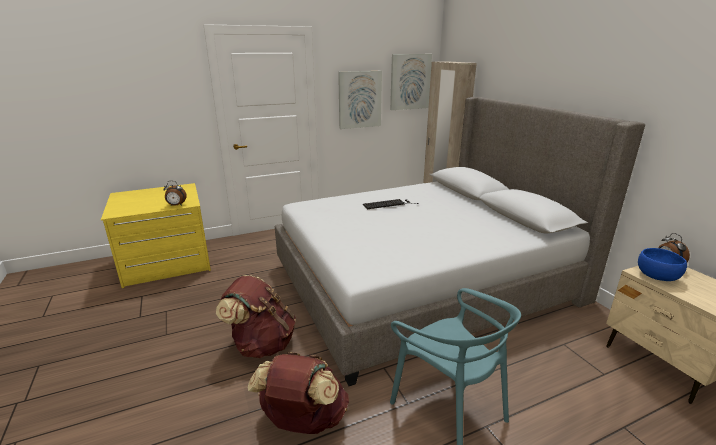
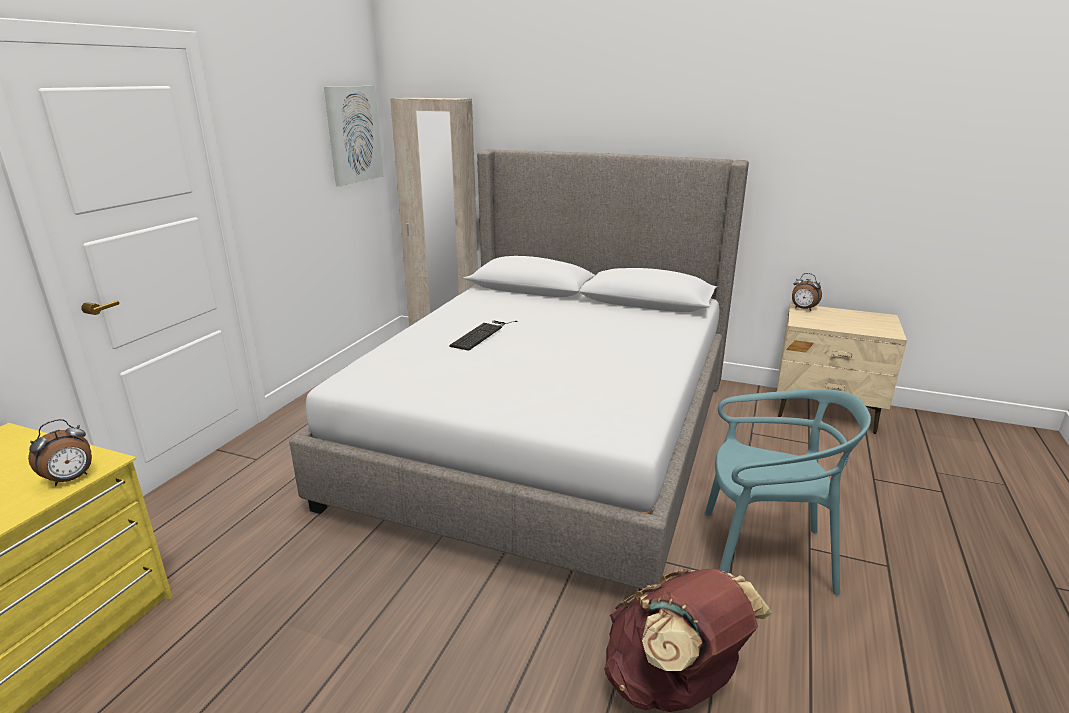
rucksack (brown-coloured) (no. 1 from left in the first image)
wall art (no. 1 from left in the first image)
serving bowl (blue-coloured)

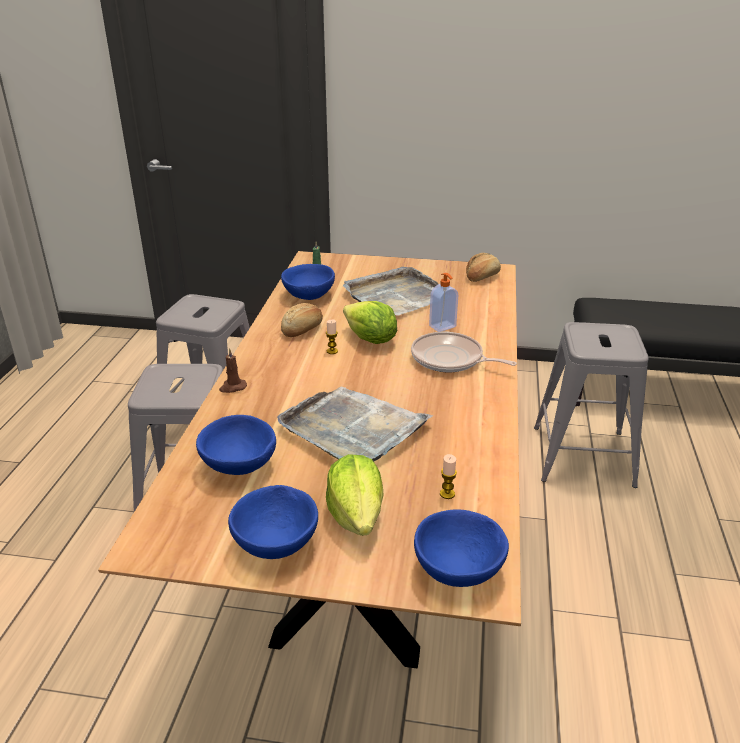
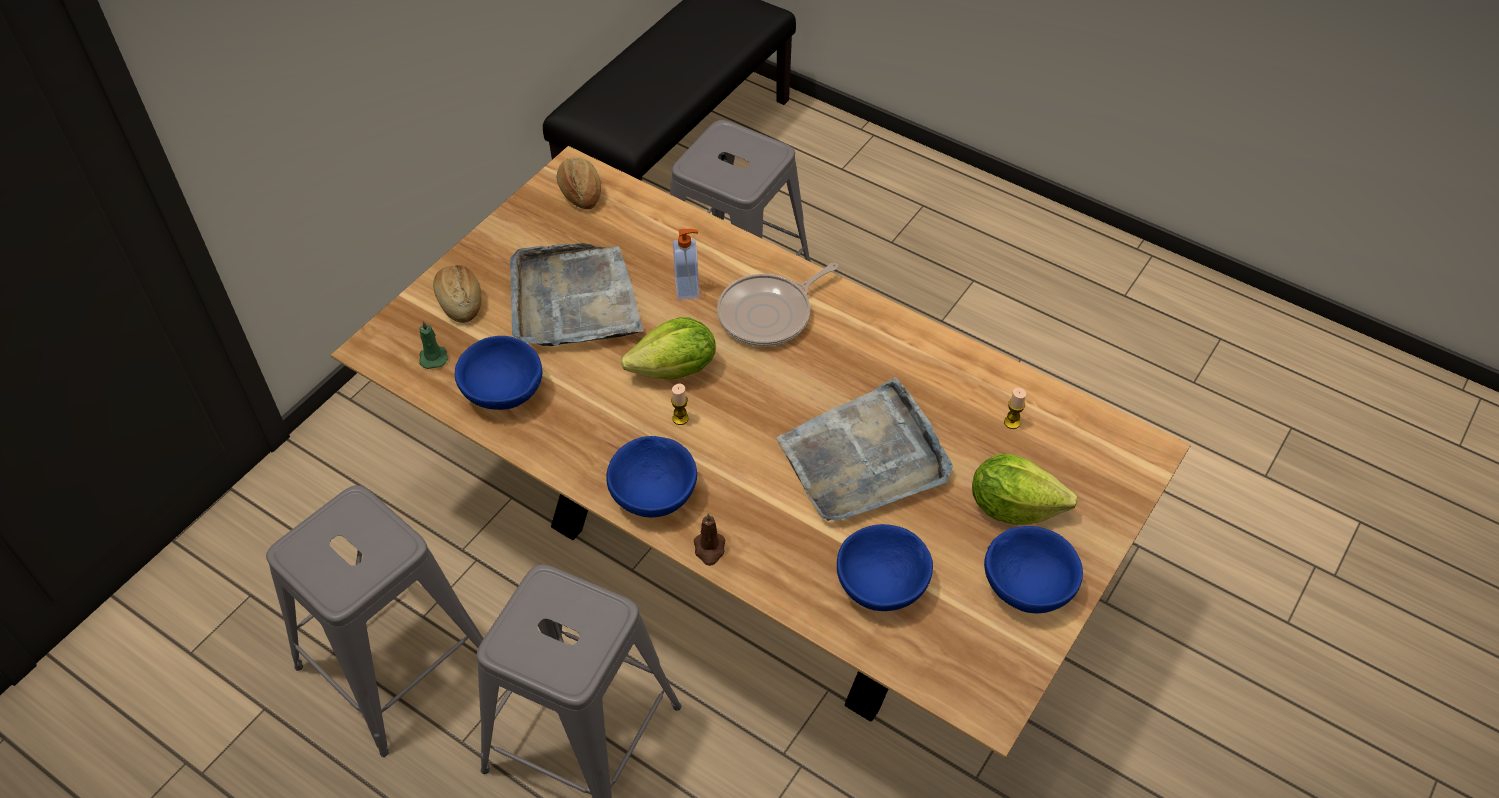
bakery bread (no. 1 from left)
serving bowl (blue-coloured) (no. 2 from left)

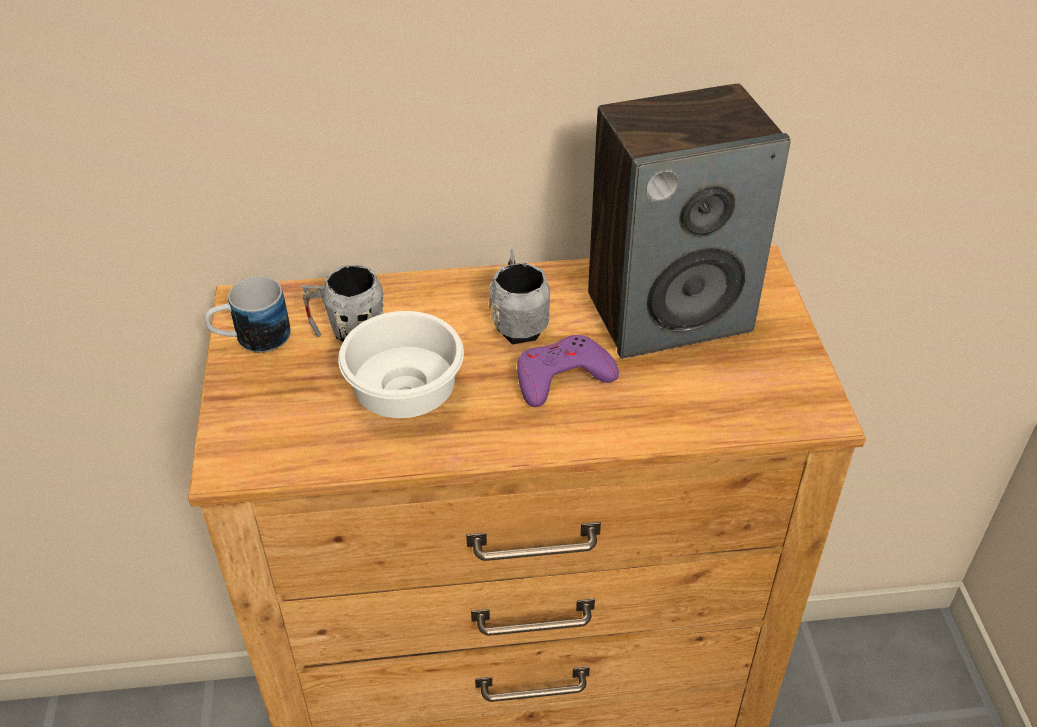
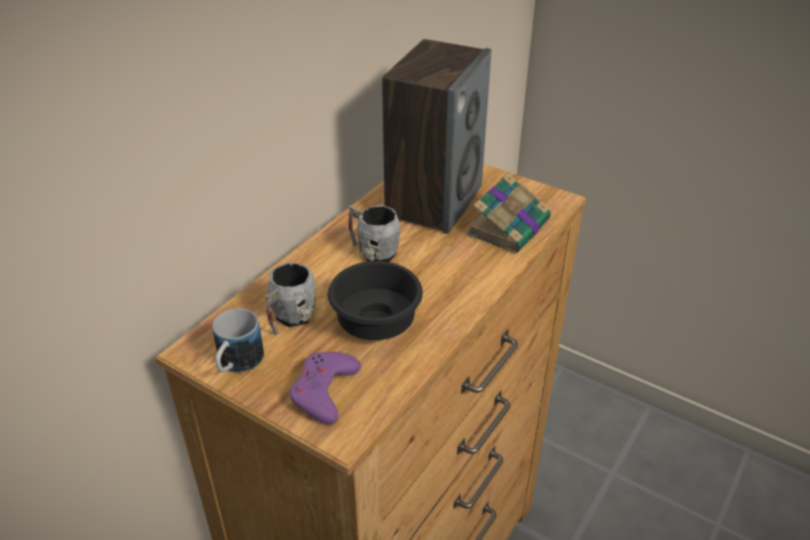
serving bowl (black)
joypad (purple-coloured)
volume

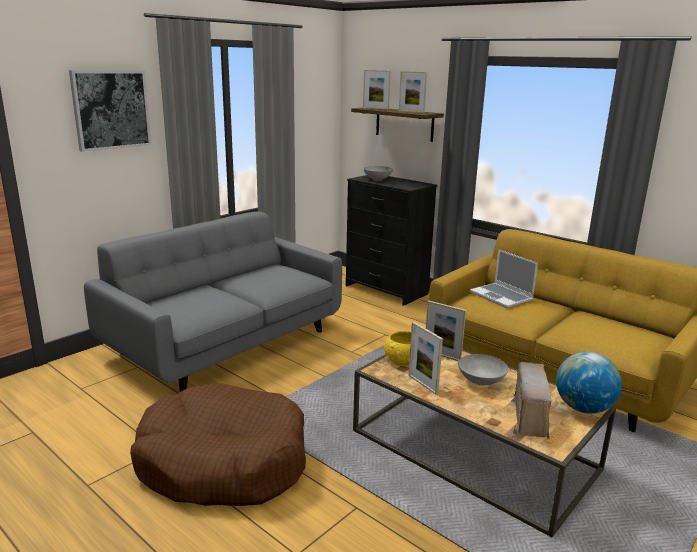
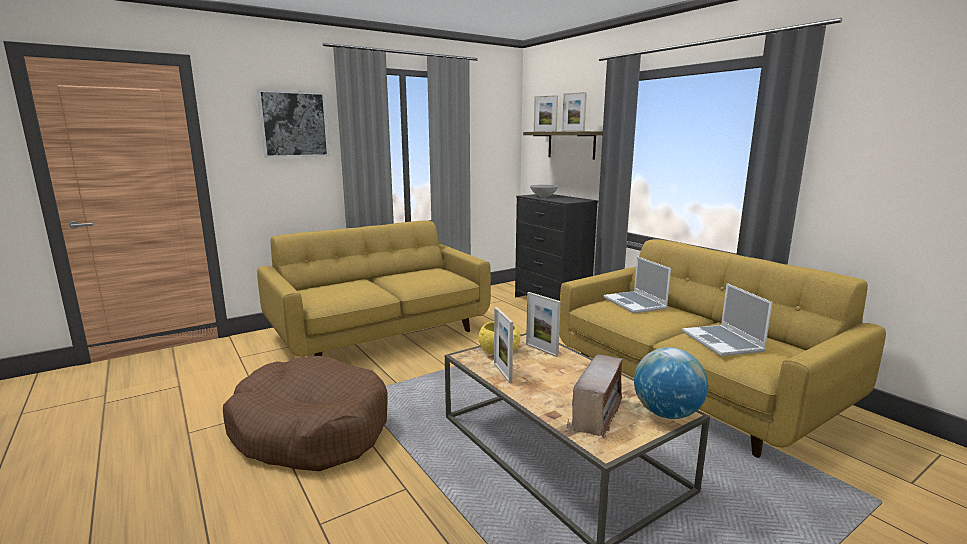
couch (yellow) (no. 1 from left)
serving bowl (greyish) (no. 2 from left in the first image)
laptop (no. 2 from left)

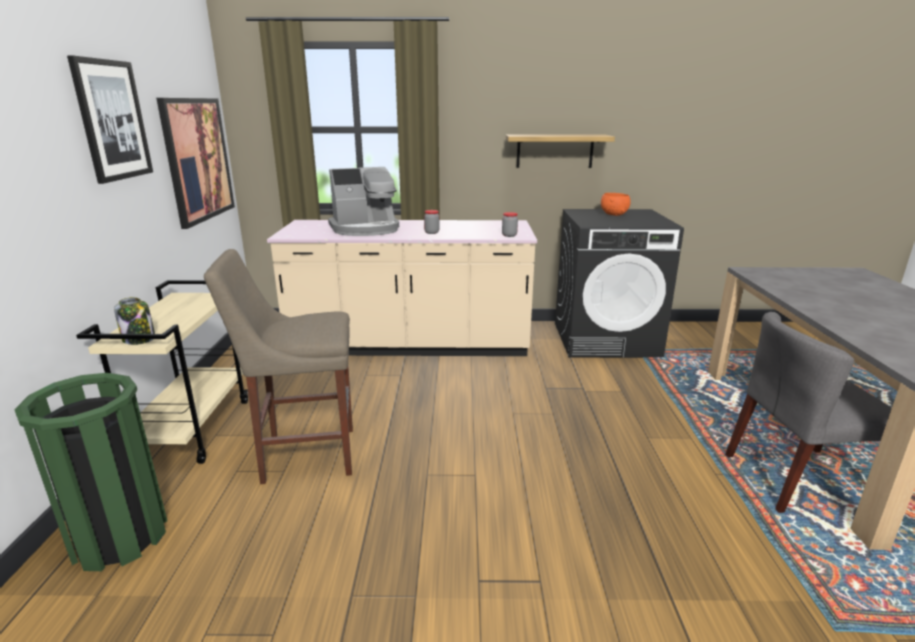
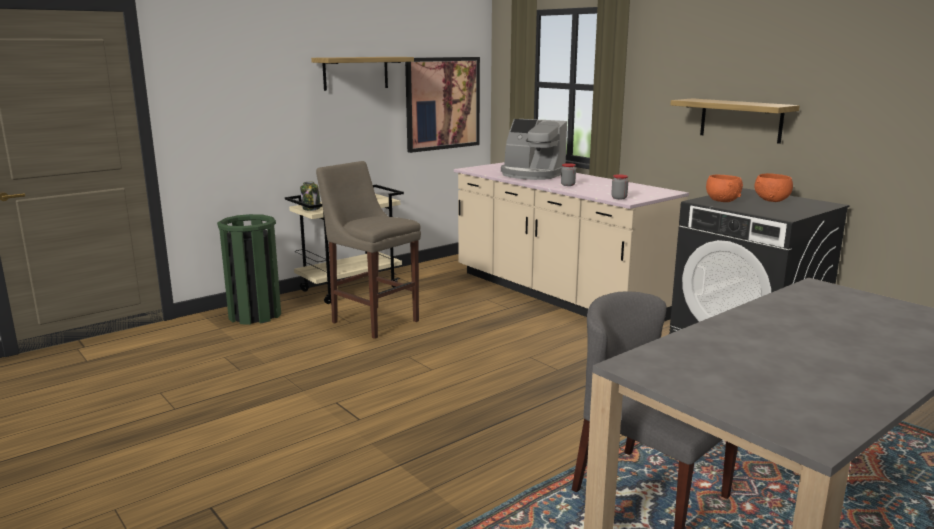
bracket shelf (no. 1 from left)
serving bowl (orangey) (no. 1 from left)

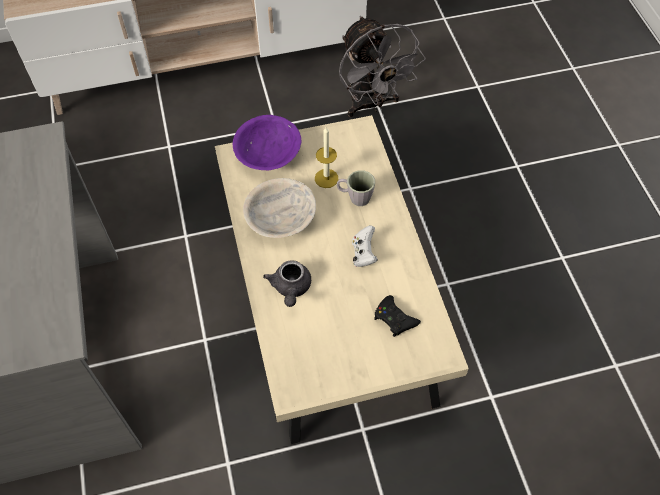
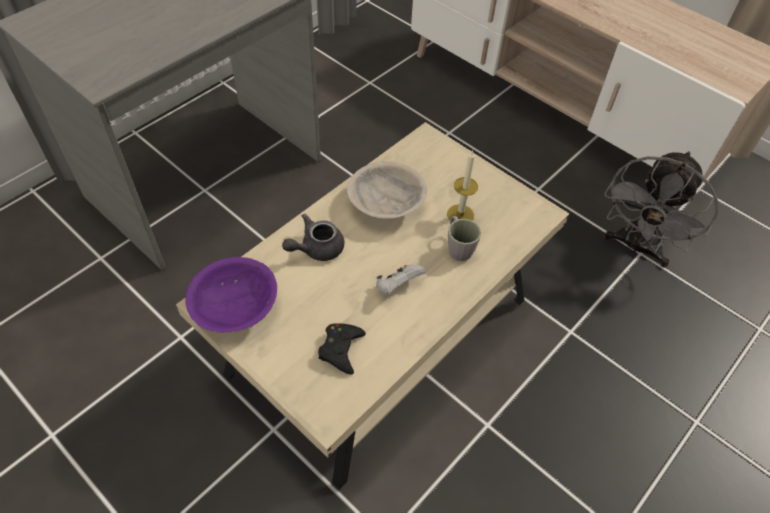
serving bowl (purple-coloured)

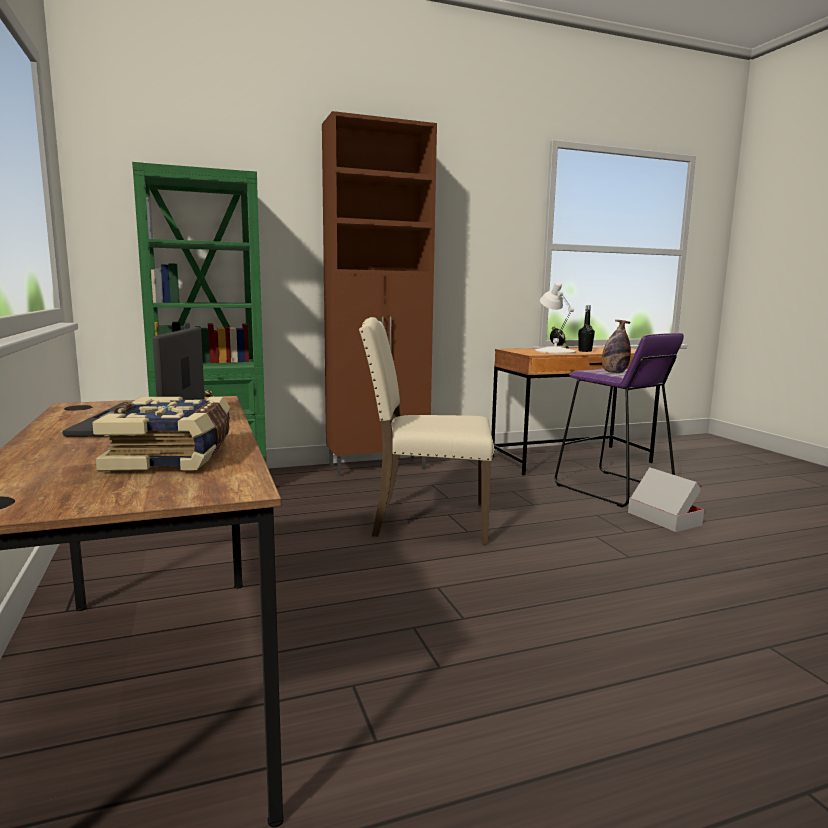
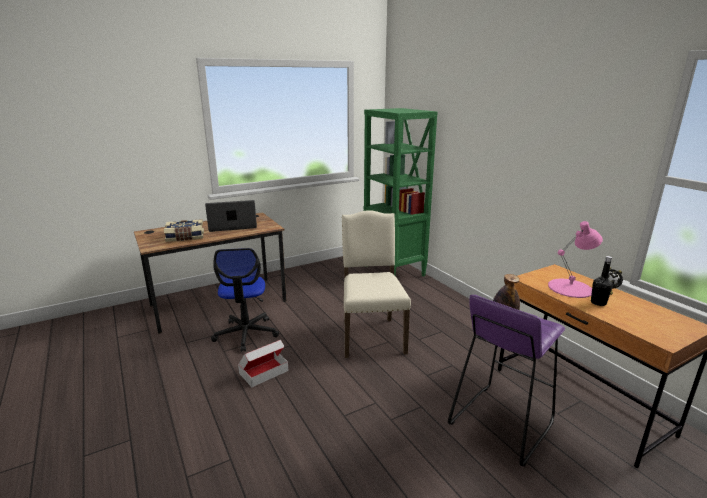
cupboard (brown-coloured)
lamp for a table (pink-coloured)
carton
office chair

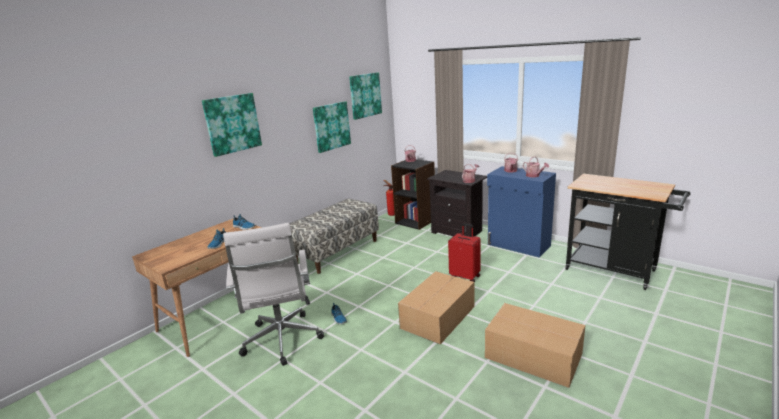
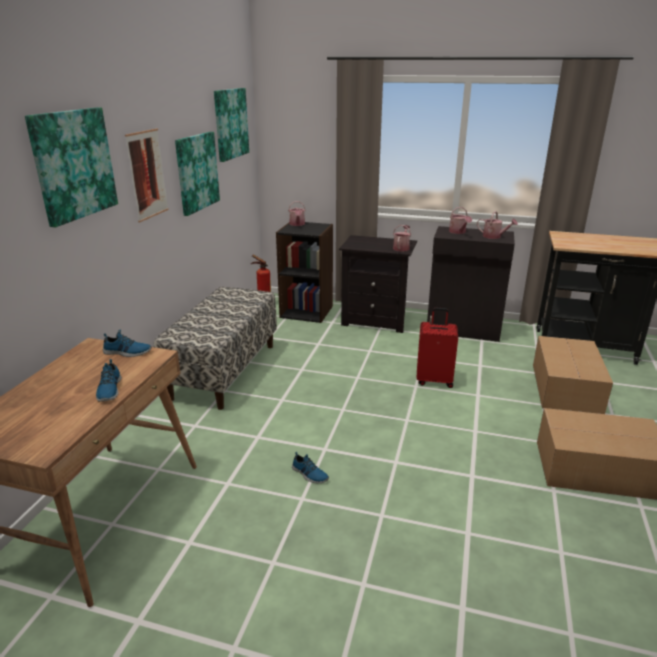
office chair (whitish)
carton (no. 1 from left)
cupboard (black)
wall art (no. 2 from left)

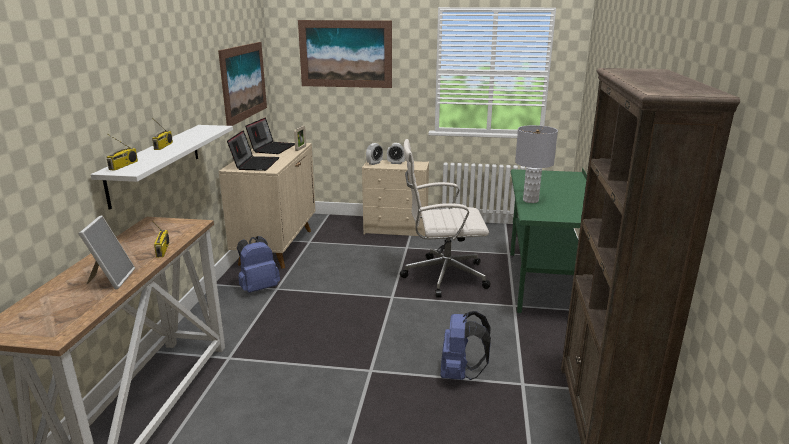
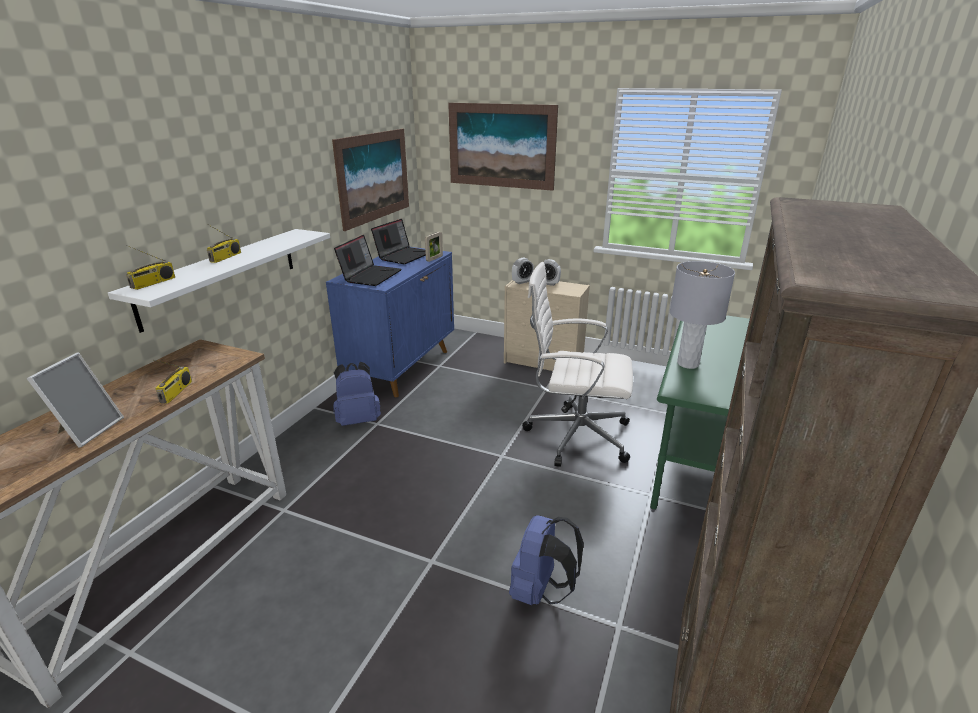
cupboard (blue-coloured)

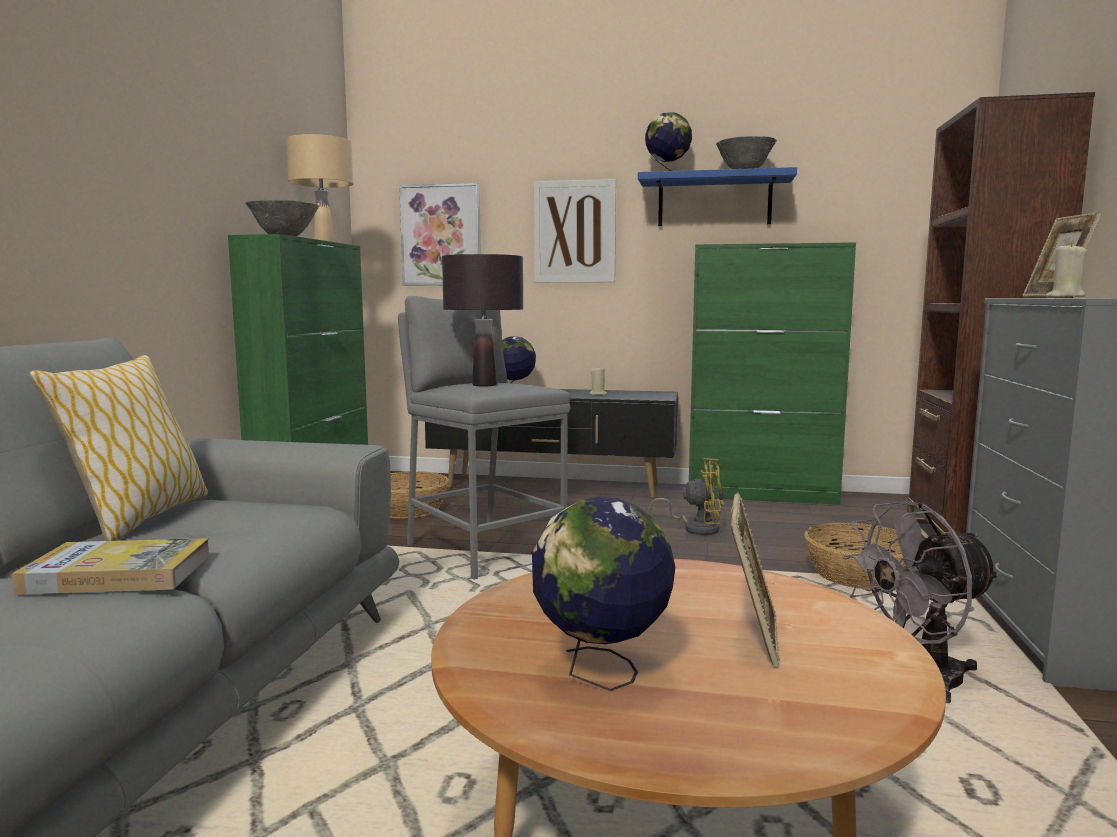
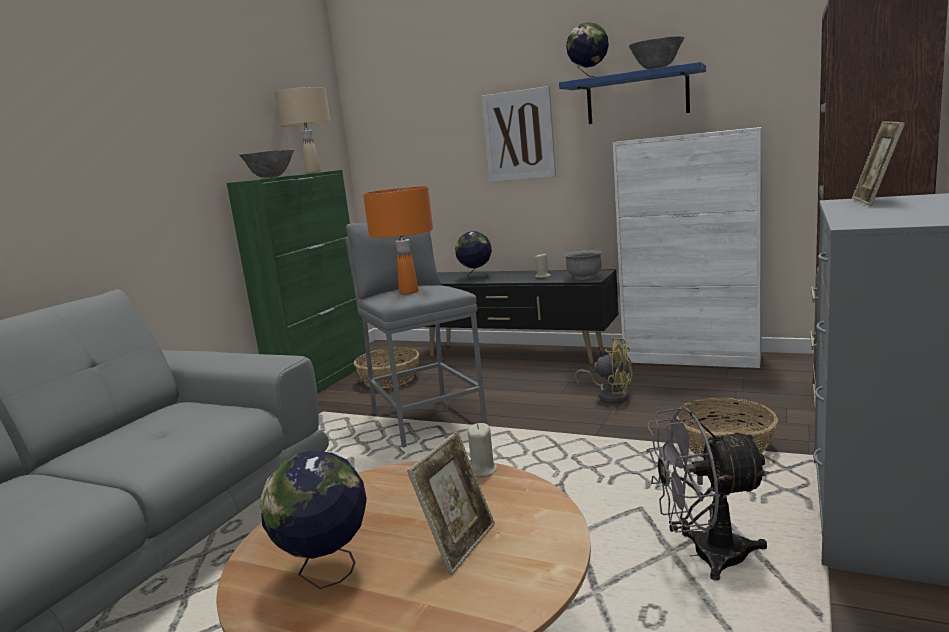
volume
pillow
wall art (no. 1 from left in the first image)
lamp for a table (orangey)
cupboard (whitish)
wax light (sand-coloured) (no. 1 from left)
serving bowl (greyish) (no. 2 from left)

